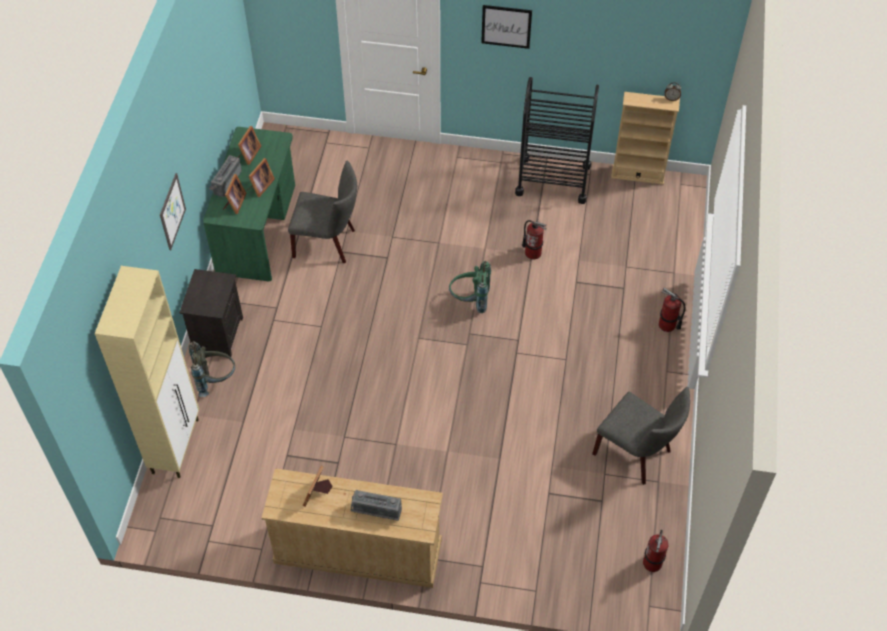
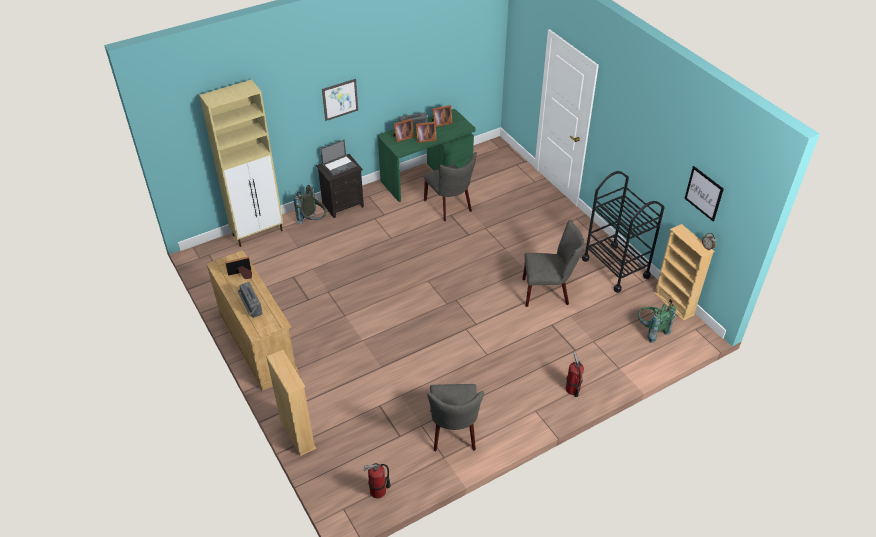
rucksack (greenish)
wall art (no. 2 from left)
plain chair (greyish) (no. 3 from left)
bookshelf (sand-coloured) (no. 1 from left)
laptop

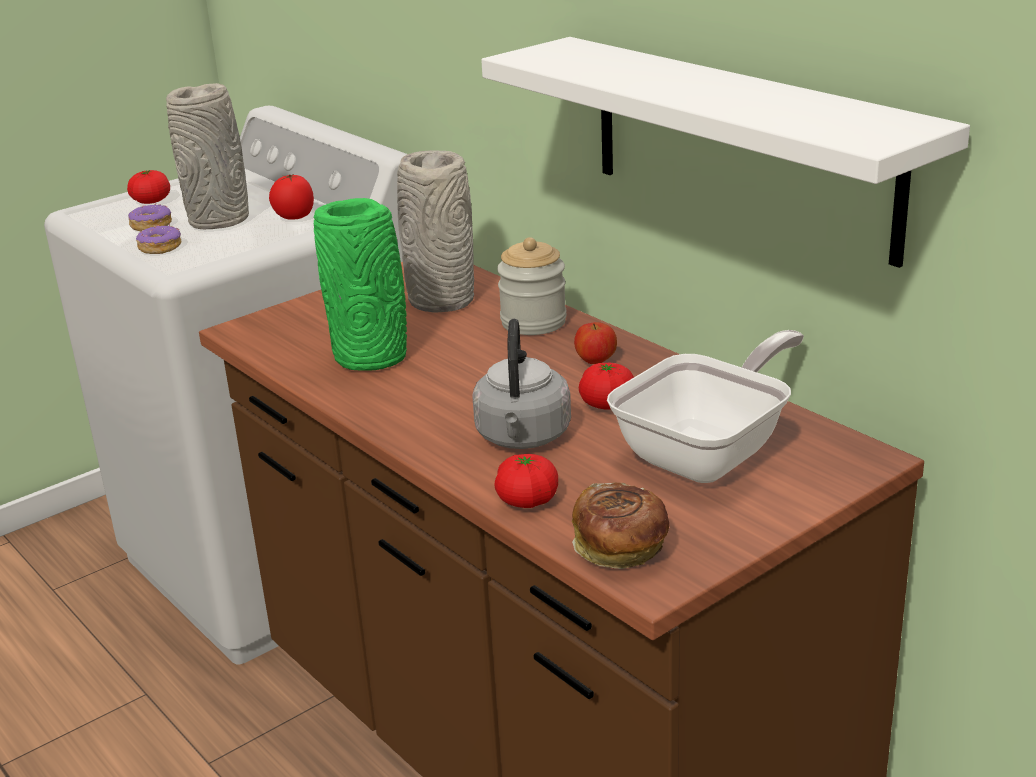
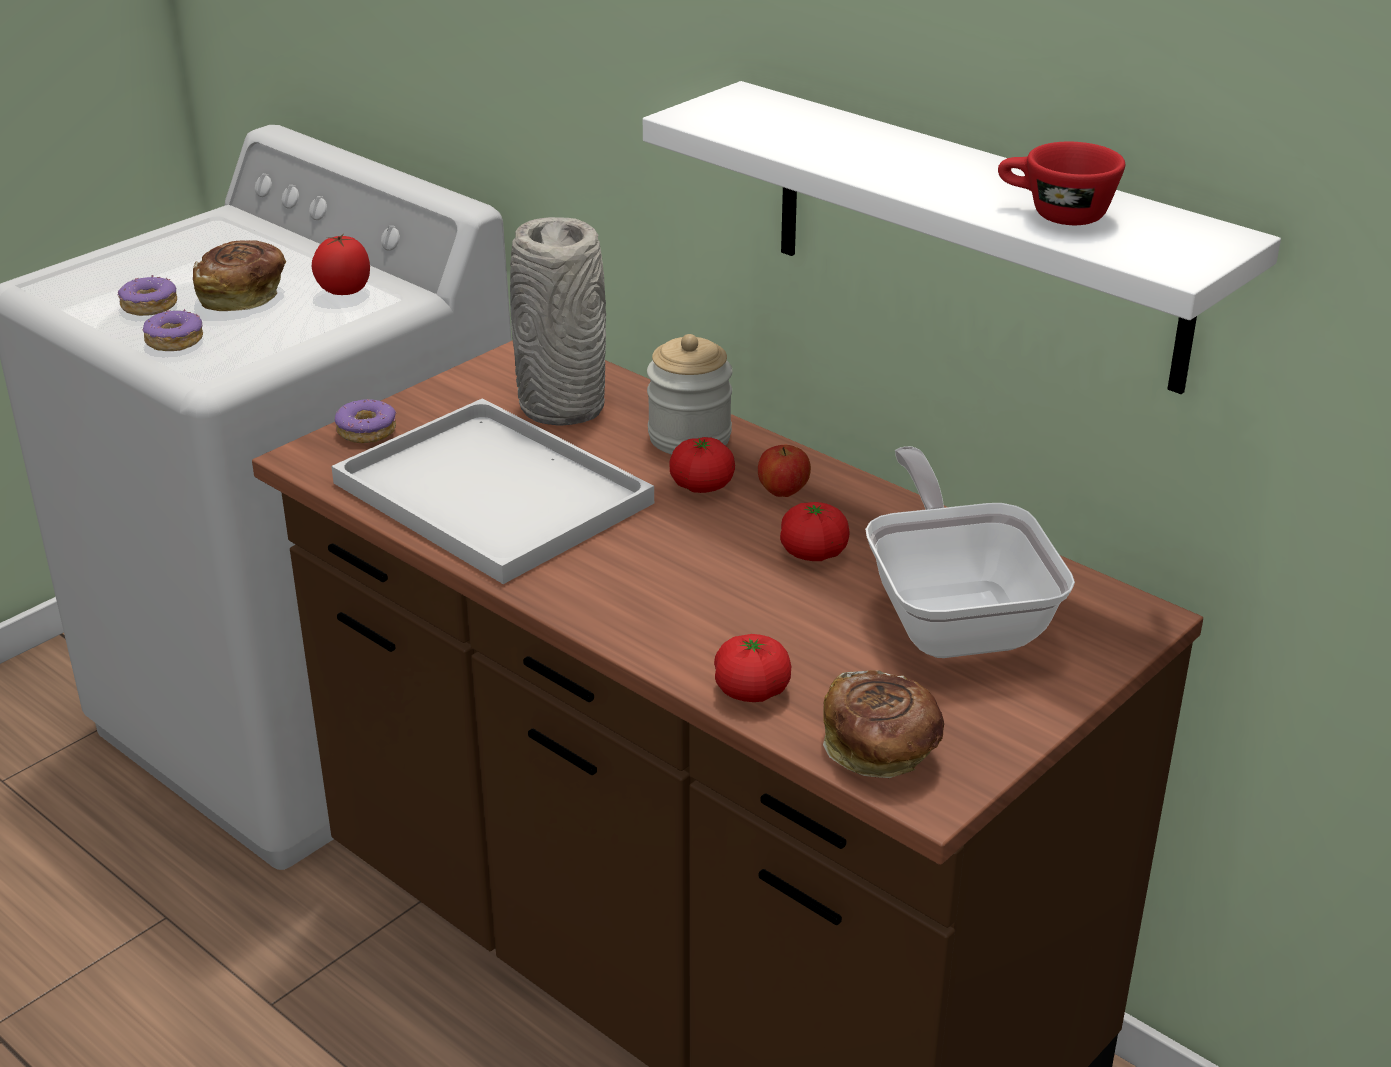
fresh tomato (no. 2 from left)
bakery bread (no. 1 from left)
serving tray (whitish)
water kettle (greyish)
frying pan
ring doughnut (no. 3 from left)
drinking cup (red-coloured)

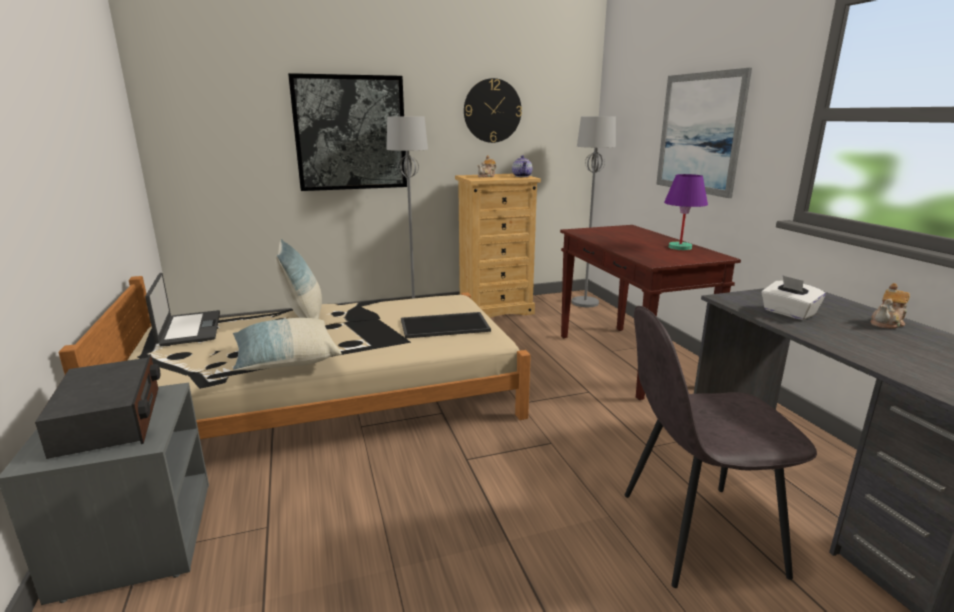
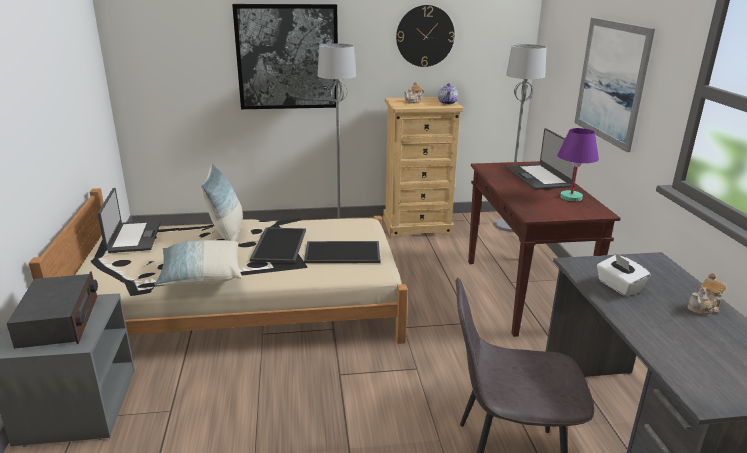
serving tray (no. 1 from left)
laptop (no. 2 from left)

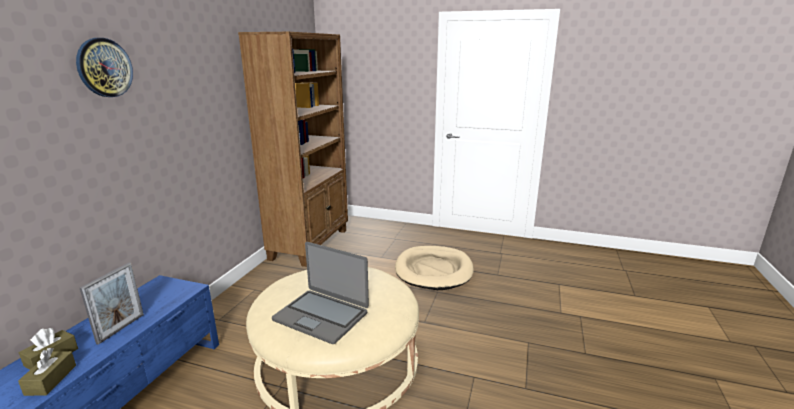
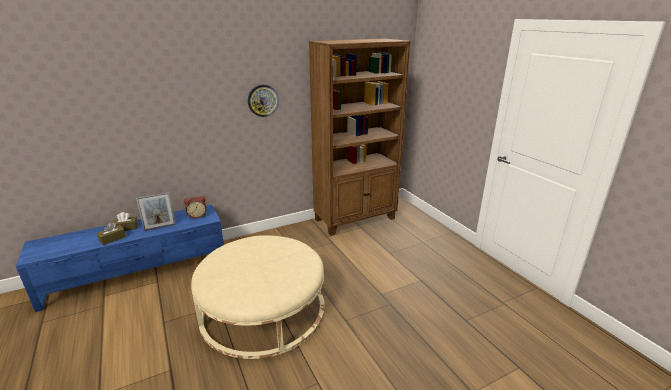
hanging clock
laptop
pet bed (sand-coloured)
alarm clock

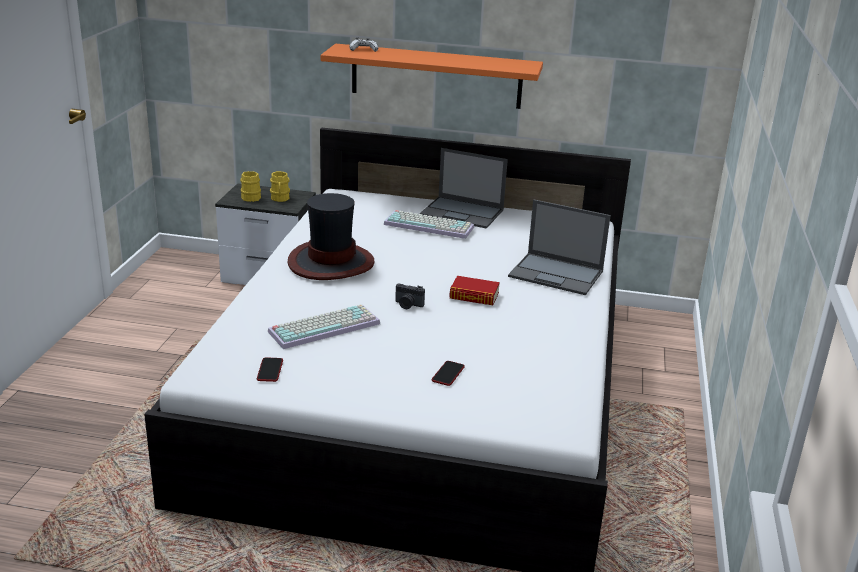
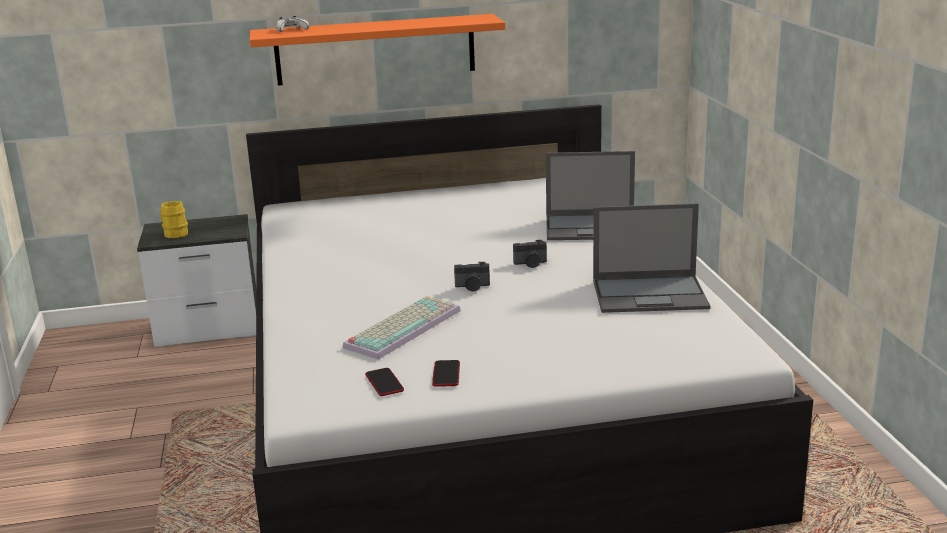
tea mug (yellow) (no. 2 from left in the first image)
hat
PC keyboard (no. 2 from left in the first image)
laptop (no. 2 from left)
telephone (no. 2 from left)
photo camera (no. 2 from left)

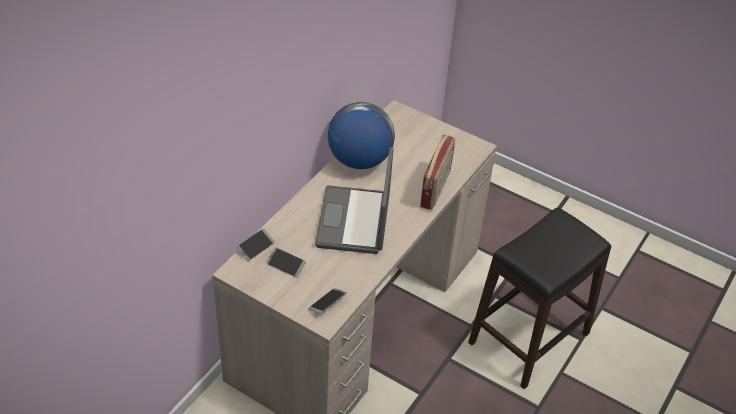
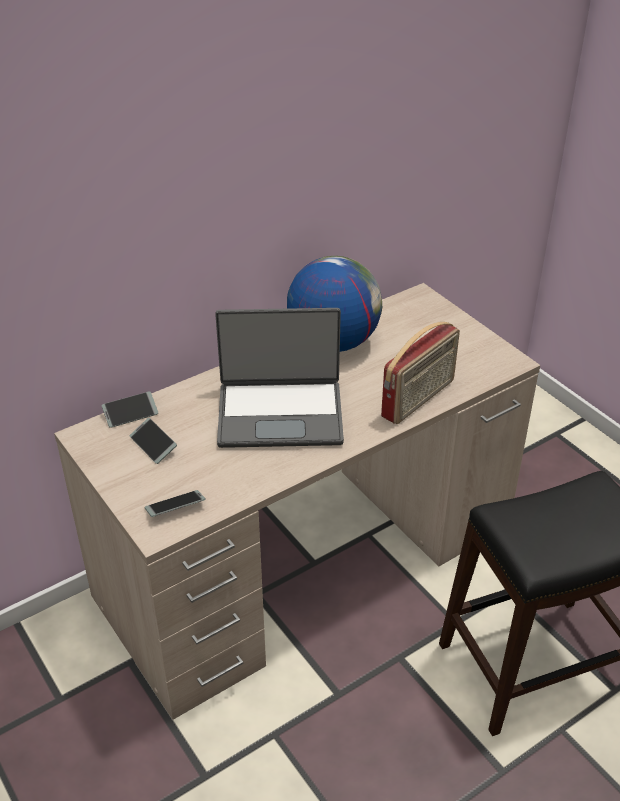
laptop

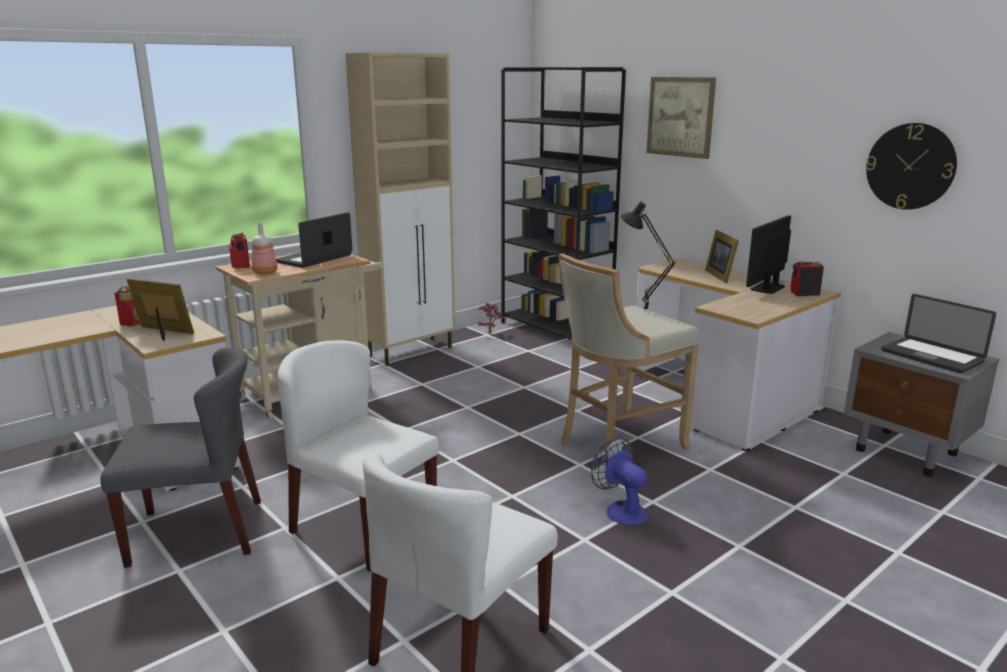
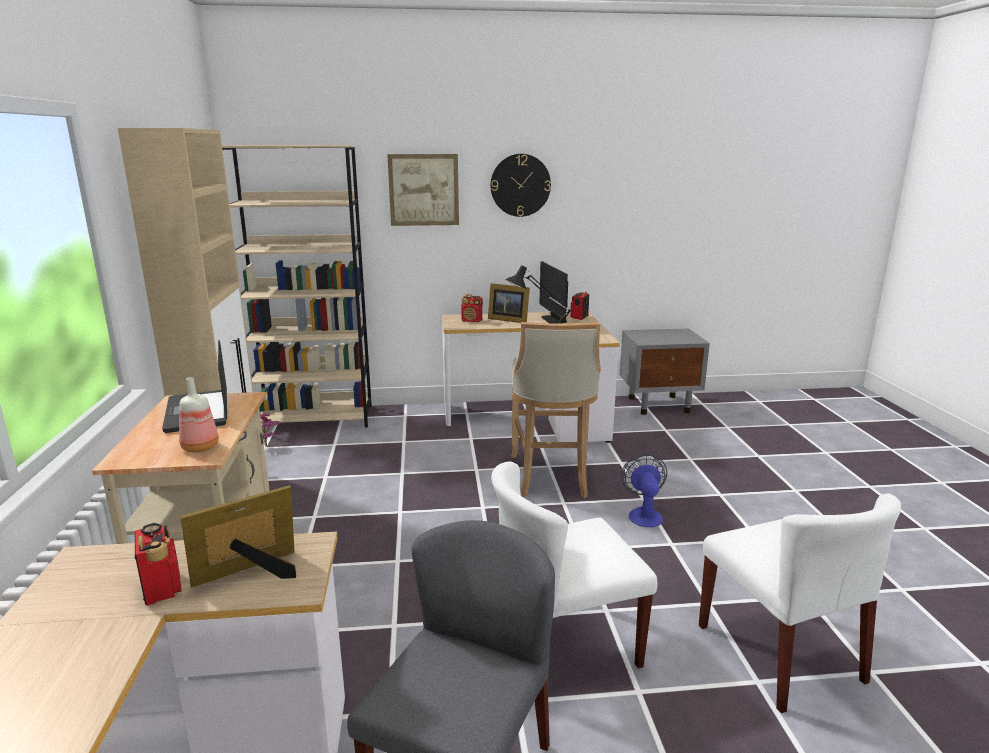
radio (no. 2 from left)
bookshelf (sand-coloured)
cooling fan
hanging clock
laptop (no. 2 from left in the first image)

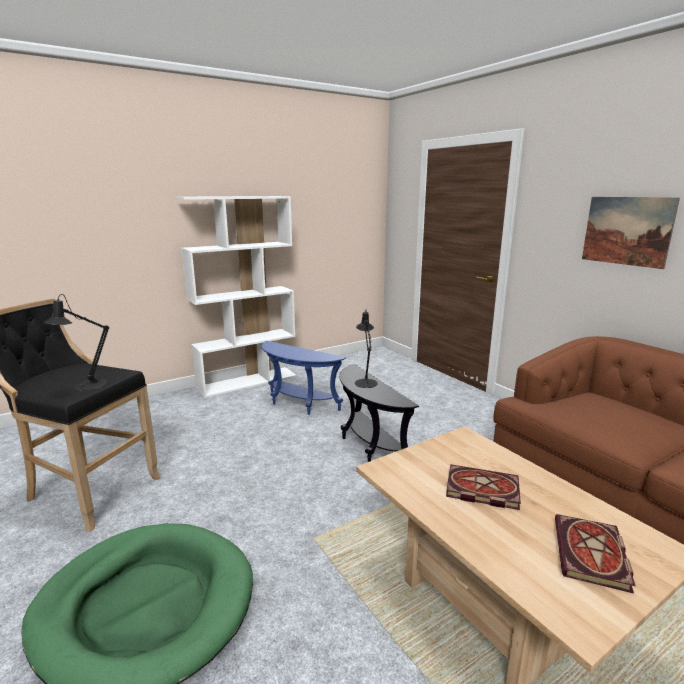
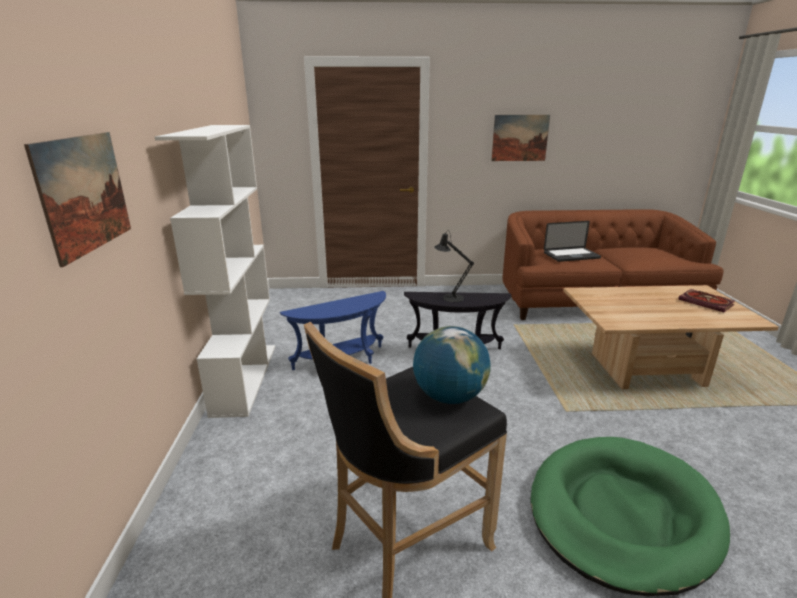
world globe
volume (no. 1 from left in the first image)
wall art (no. 1 from left)
laptop

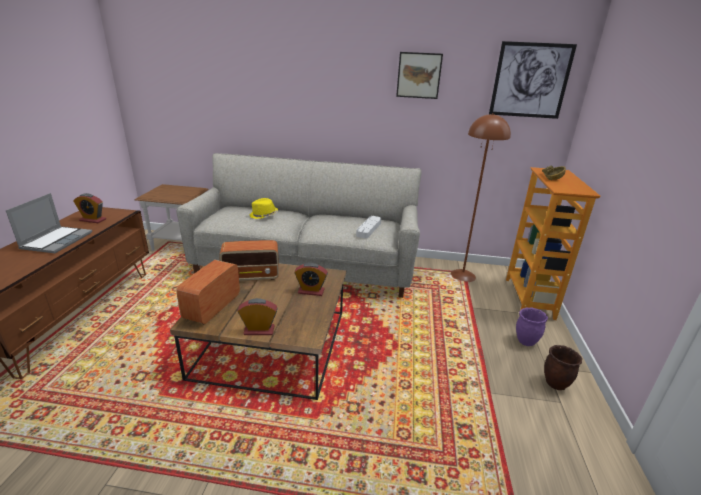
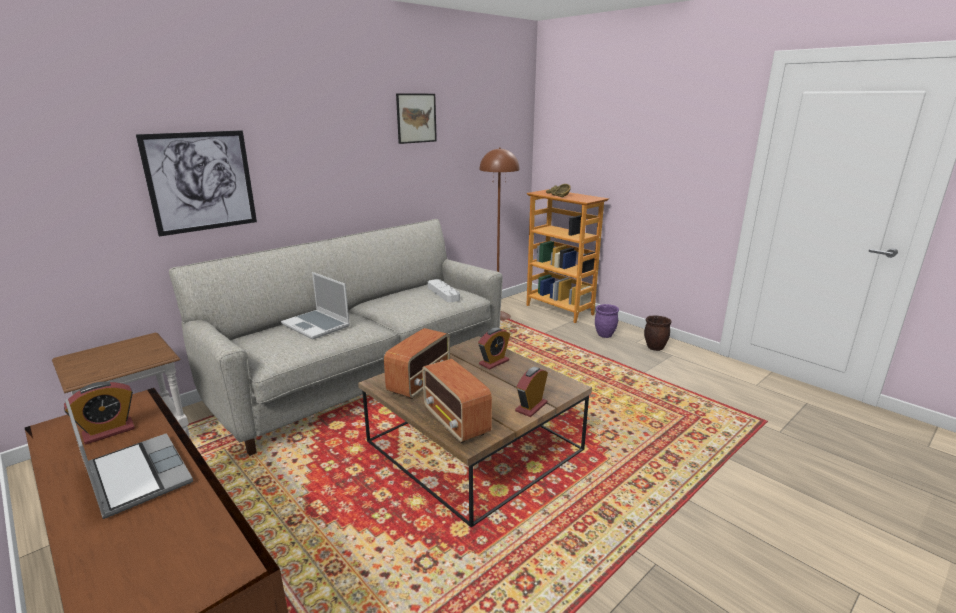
laptop (no. 2 from left)
wall art (no. 1 from left)

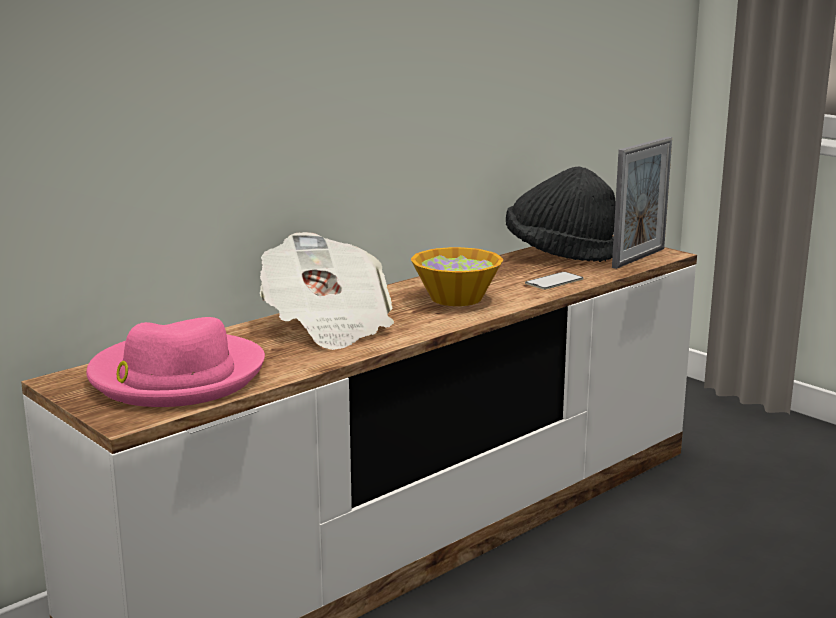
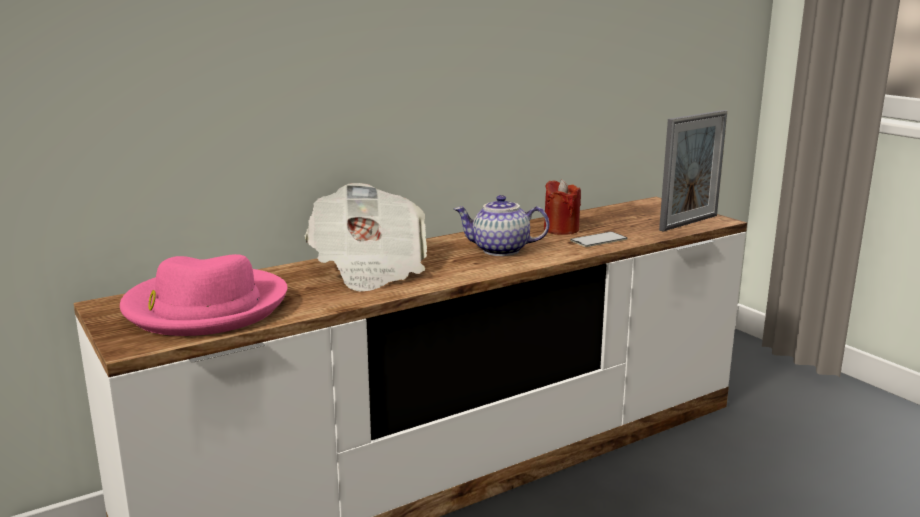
tea pot
hat (black)
wax light (red-coloured)

